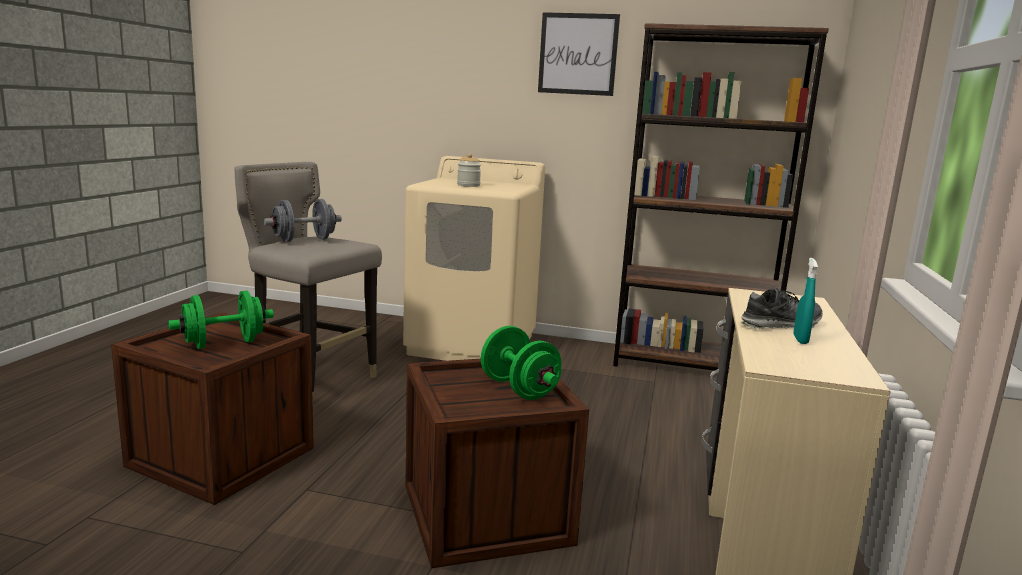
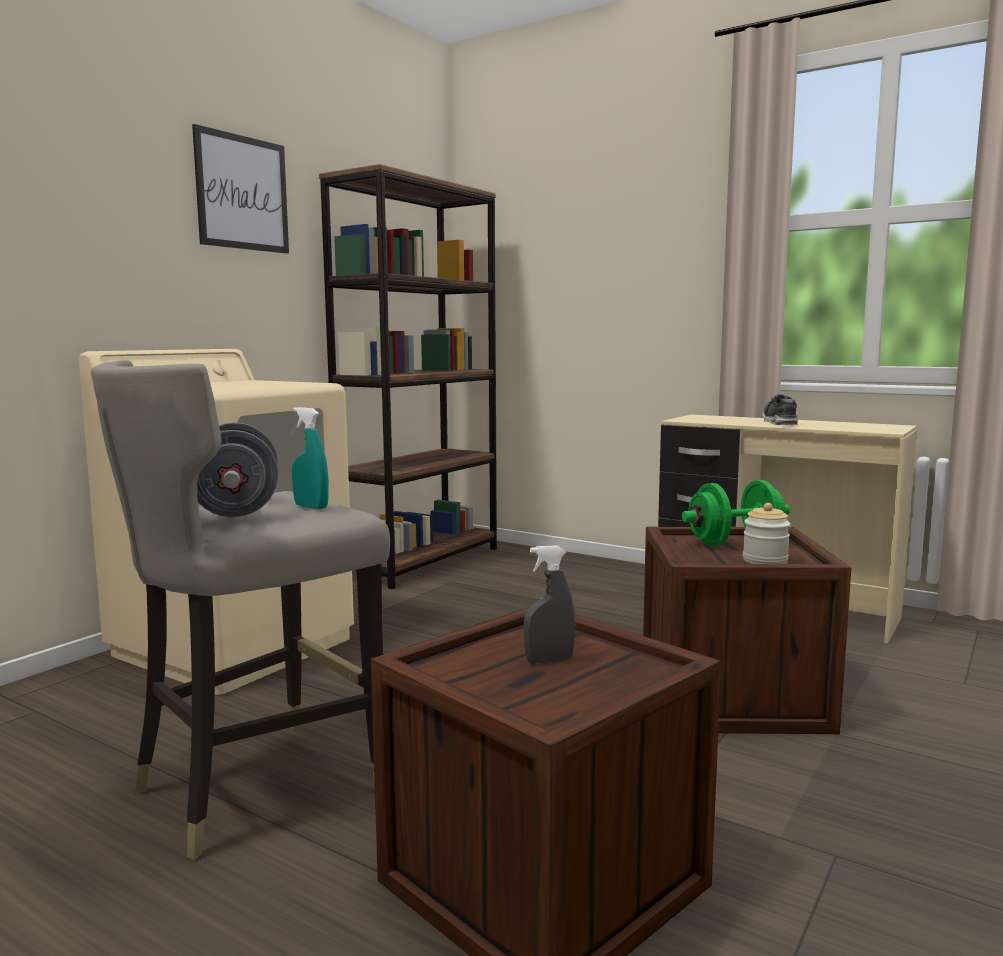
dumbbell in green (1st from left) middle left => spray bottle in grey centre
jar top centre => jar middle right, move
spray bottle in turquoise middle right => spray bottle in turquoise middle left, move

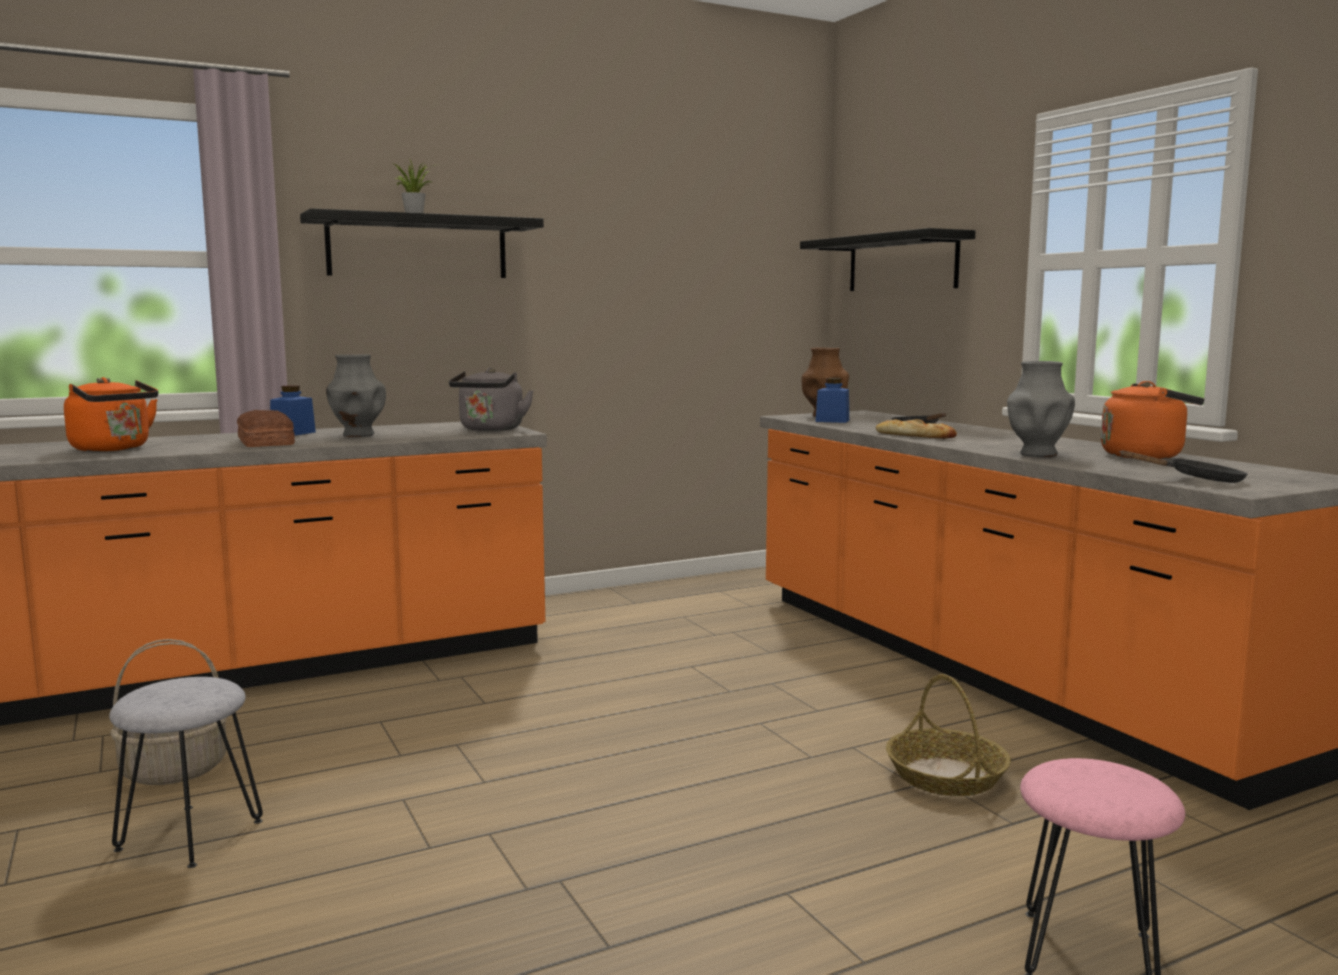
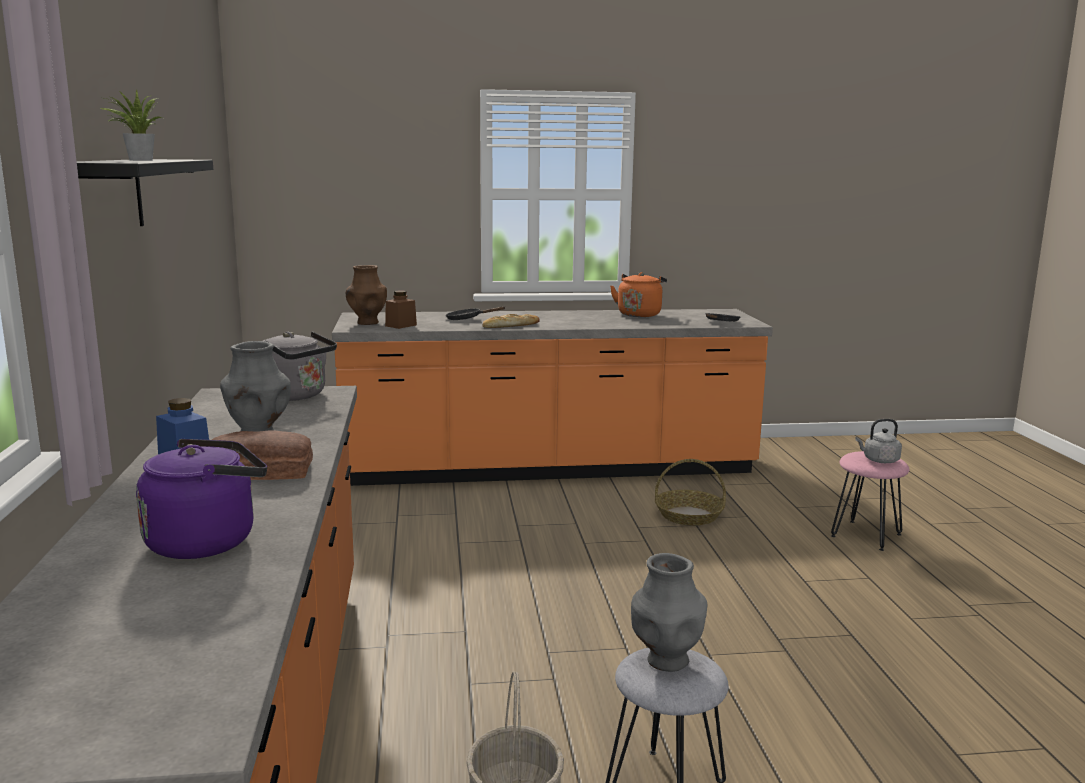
kettle in orange (1st from left) middle left => kettle in purple middle left
shelf in black (2nd from left) top centre => nothing
jar in blue (2nd from left) centre => jar in brown centre
vase in grey (2nd from left) middle right => vase in grey (2nd from left) bottom centre, move
nothing => kettle in grey (2nd from left) middle right

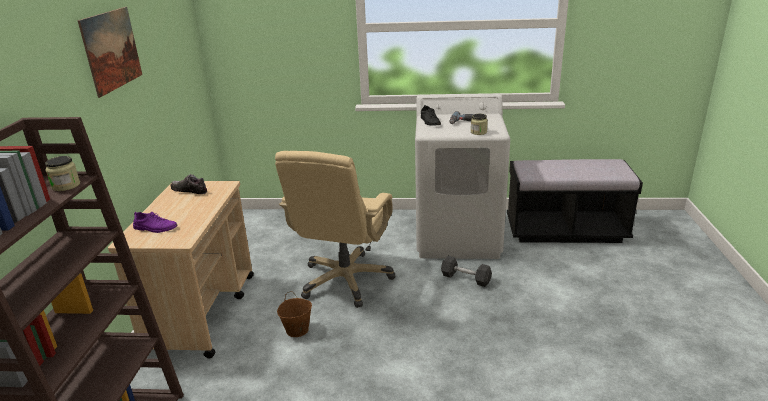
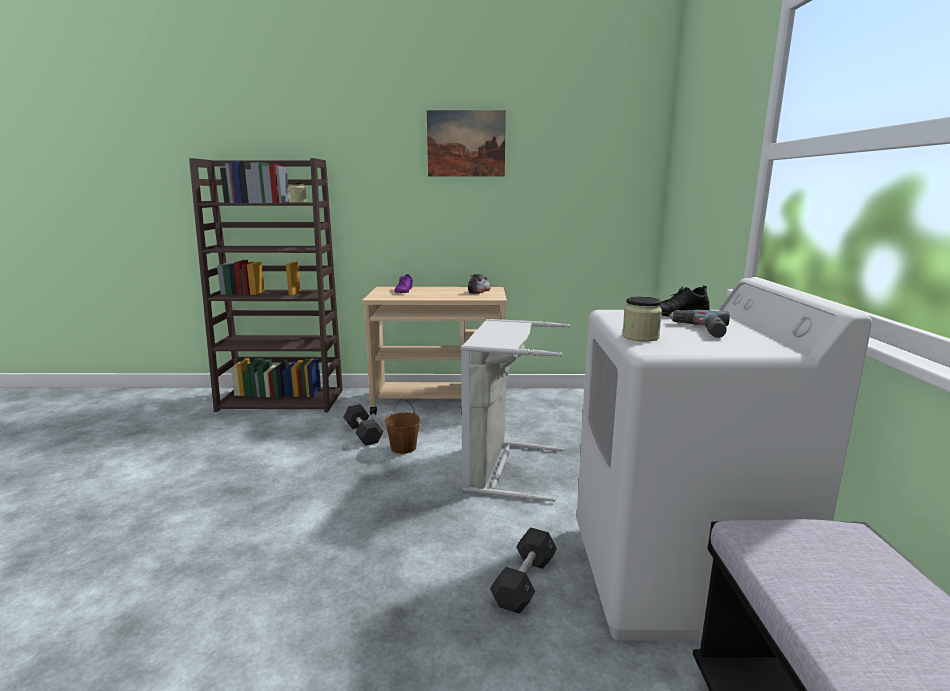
office chair in beige centre => laundry basket in grey centre
nothing => dumbbell in grey (1st from left) centre

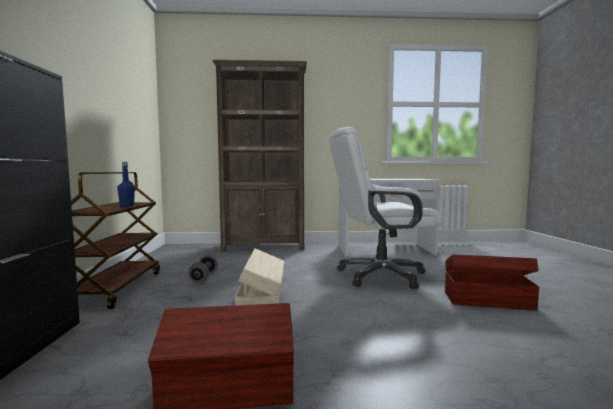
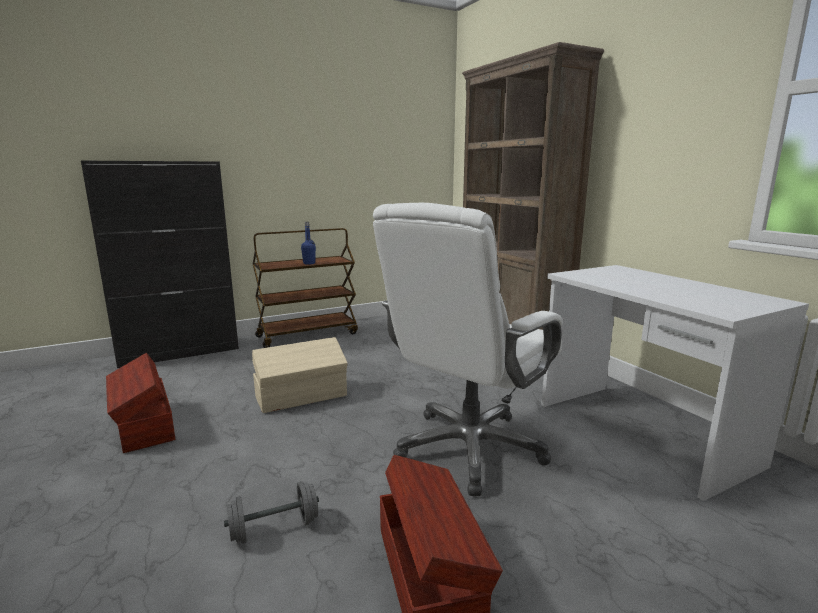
dumbbell in grey middle left => dumbbell in grey bottom left, move
office chair in white centre, 105 degrees counterclockwise

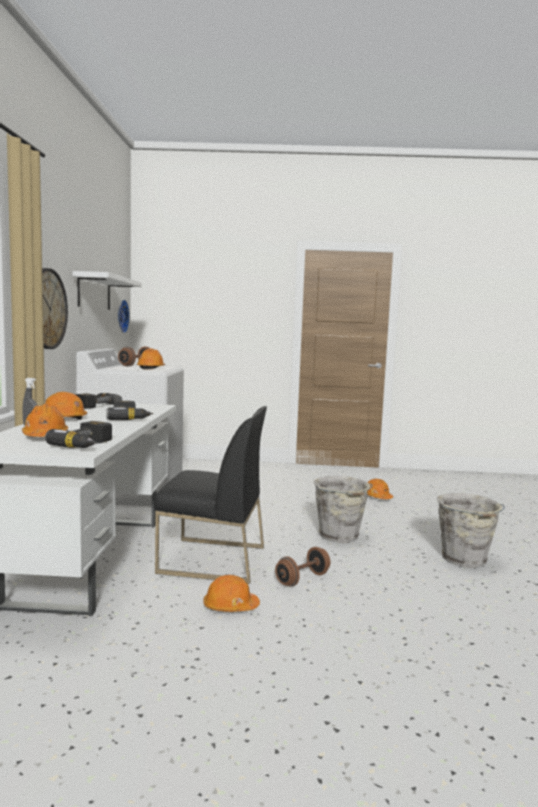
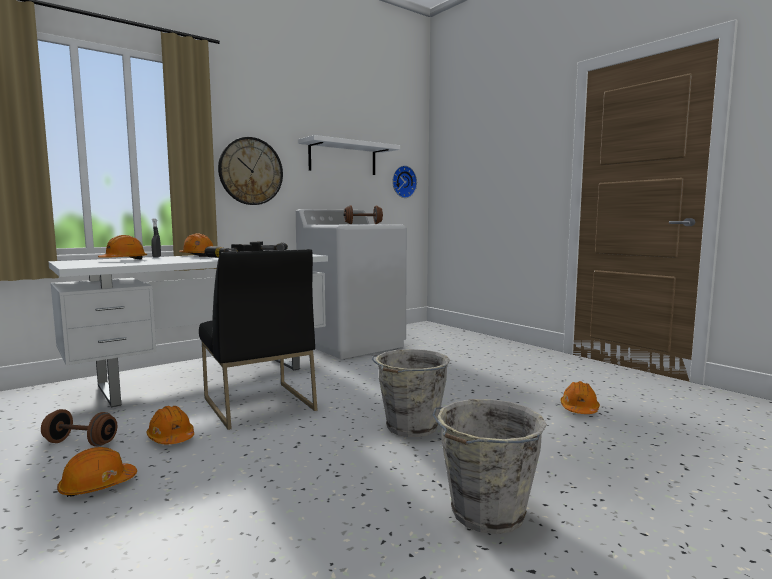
power drill (1st from left) middle left => nothing
hard hat in orange (3rd from left in the first image) middle left => hard hat in orange (1st from left) bottom left, move
dumbbell in brown (2nd from left in the first image) bottom centre => dumbbell in brown (1st from left) bottom left, move

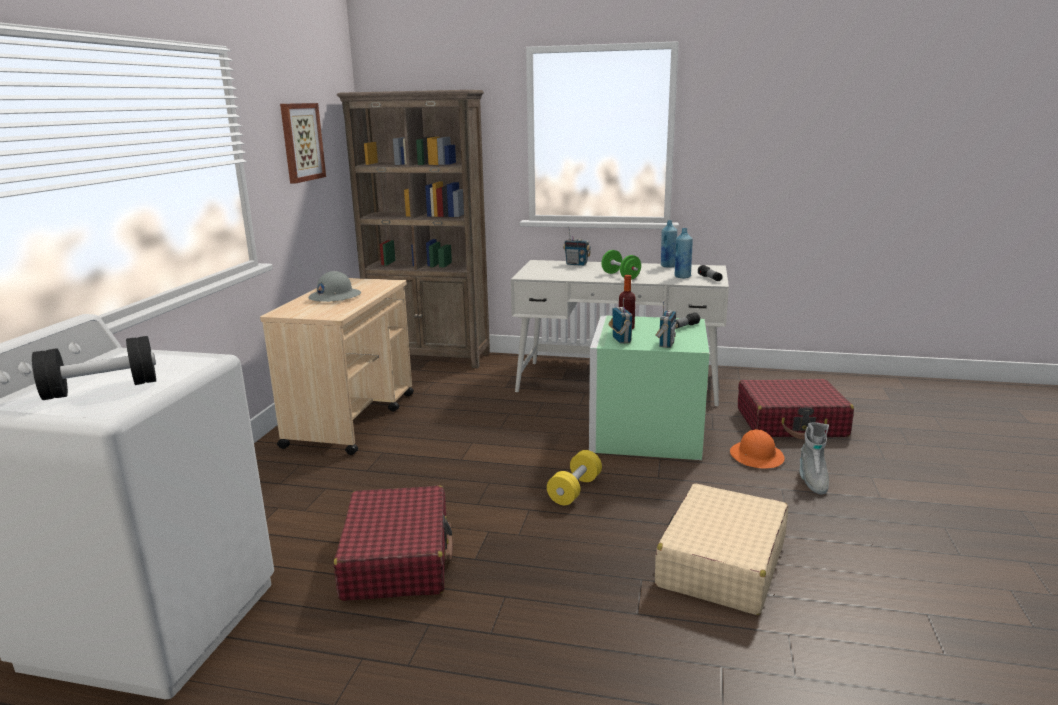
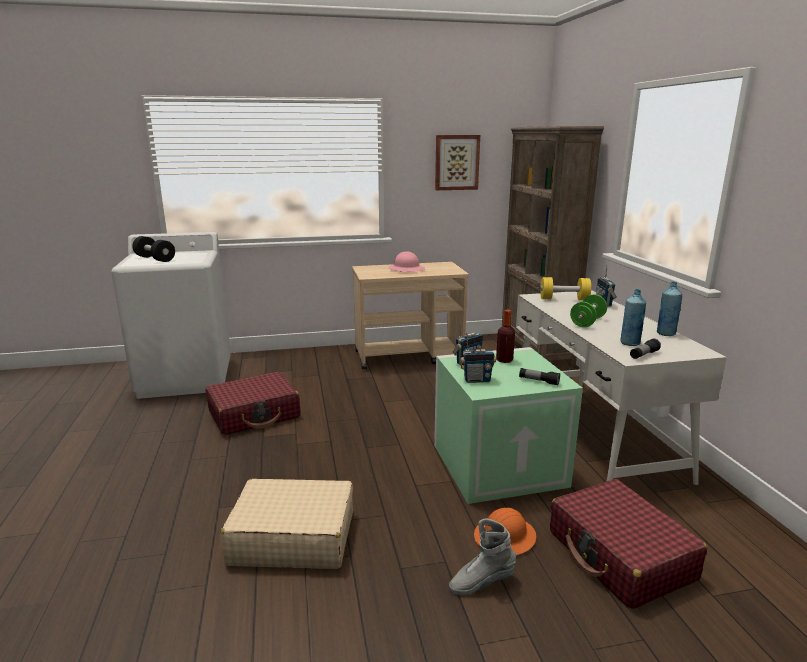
hard hat in grey middle left => hard hat in pink centre
dumbbell in yellow bottom centre => dumbbell in yellow middle right, move

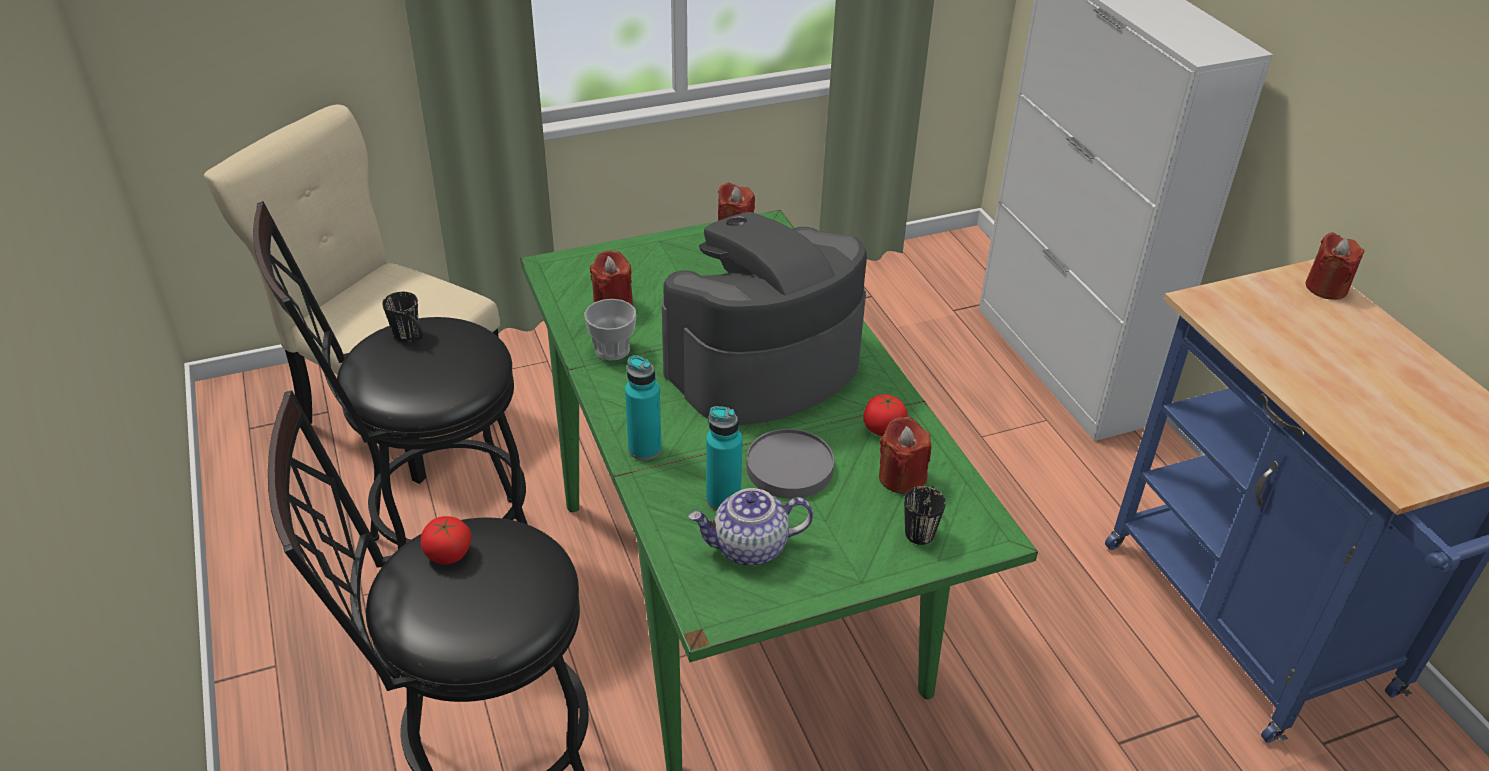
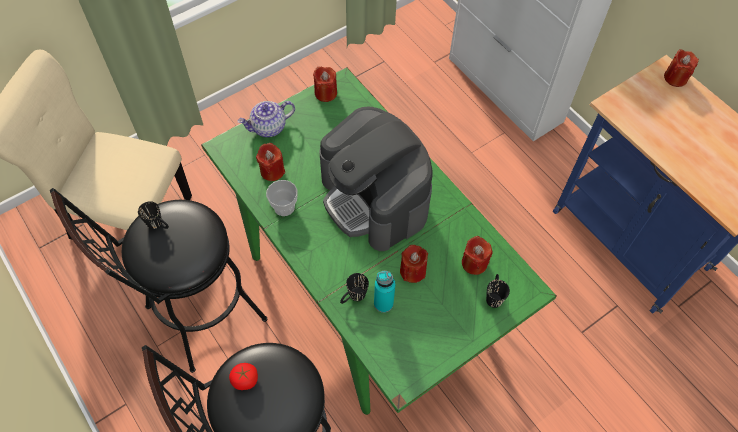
bottle in turquoise (1st from left) centre => nothing
coffee machine centre, 75 degrees counterclockwise
teapot bottom centre => teapot top centre, move
plate in grey centre => candle in red (3rd from left) centre
tomato (2nd from left) centre => nothing
nothing => mug in black (2nd from left) bottom centre

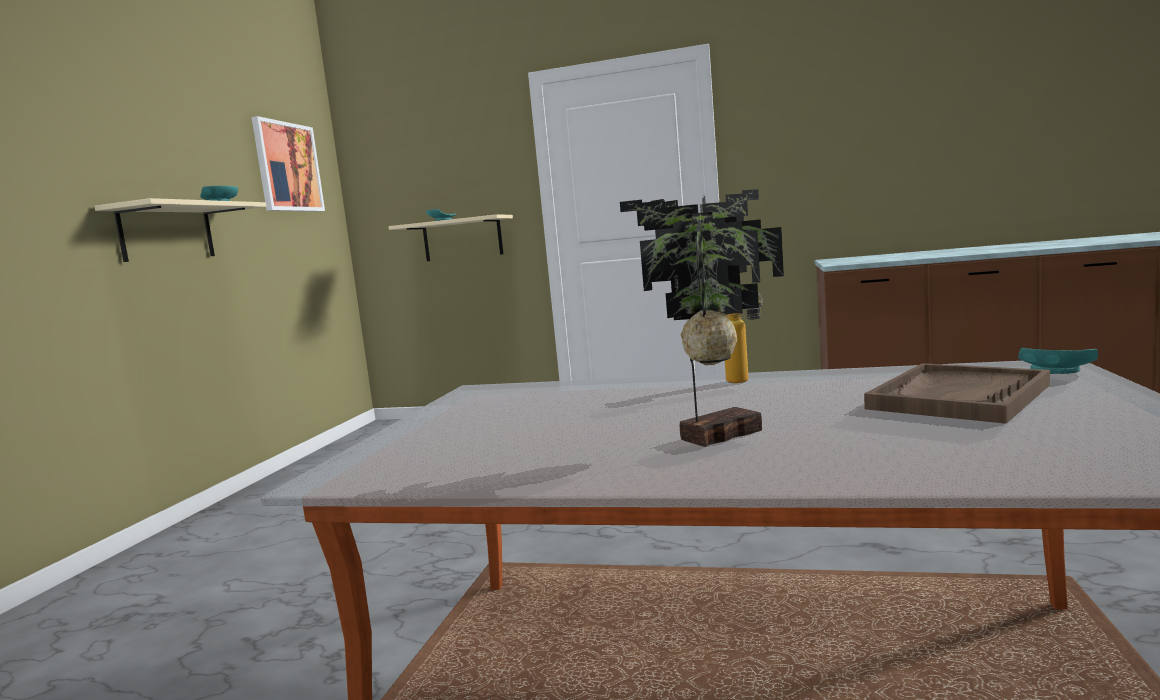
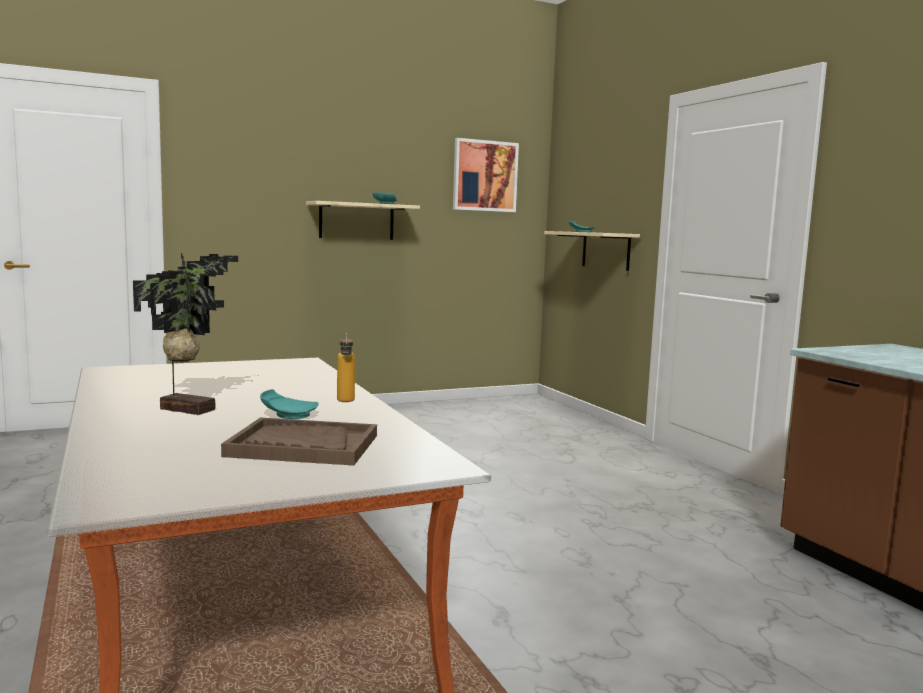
plate in turquoise (3rd from left in the first image) middle right => plate in turquoise (1st from left) middle left, move

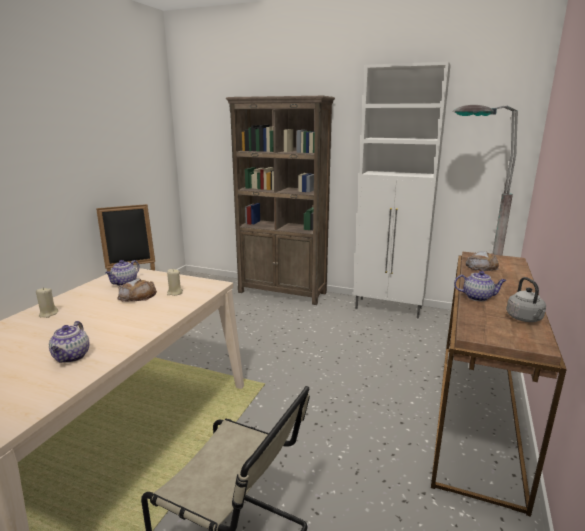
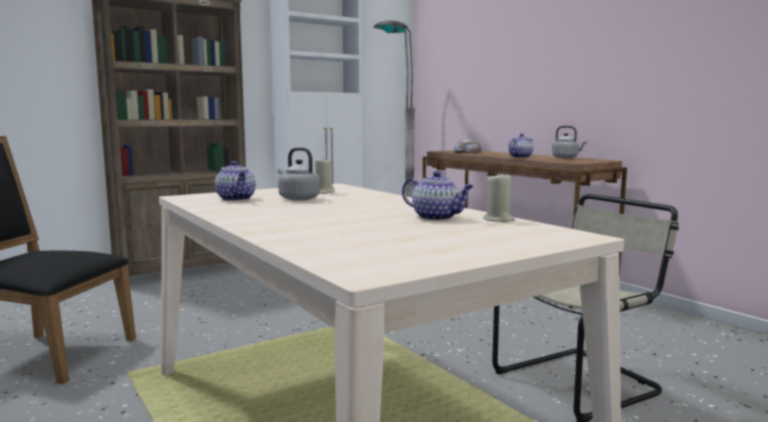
candle in beige (1st from left in the first image) middle left => candle in beige (2nd from left) centre, move
bread (1st from left) middle left => kettle in grey (1st from left) centre

